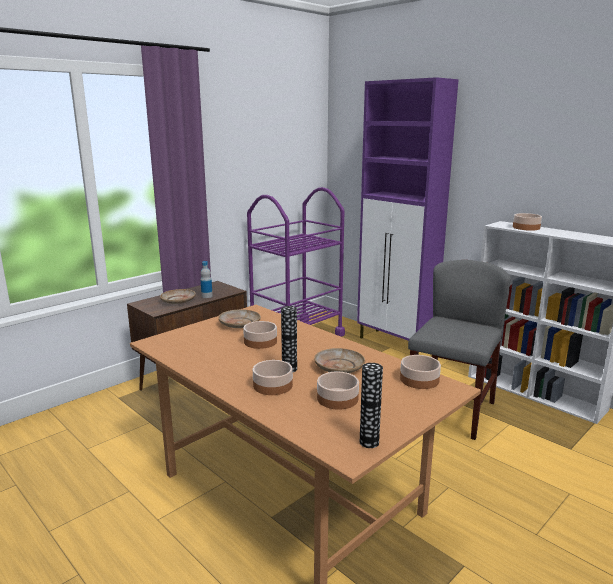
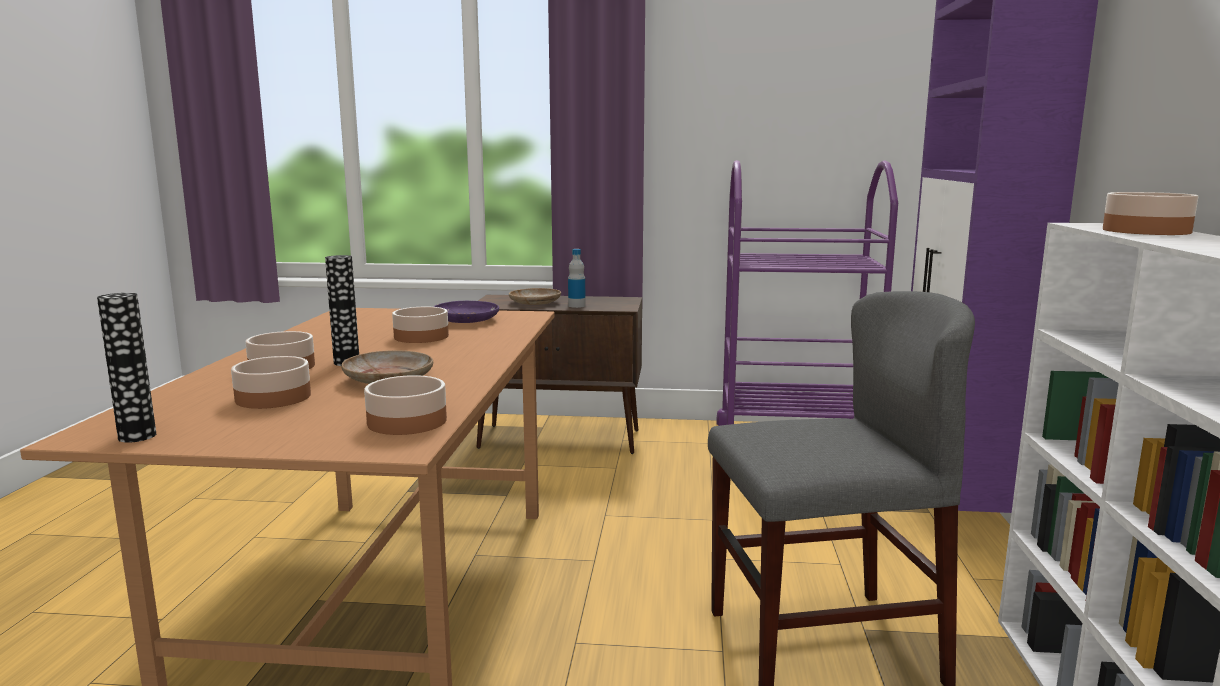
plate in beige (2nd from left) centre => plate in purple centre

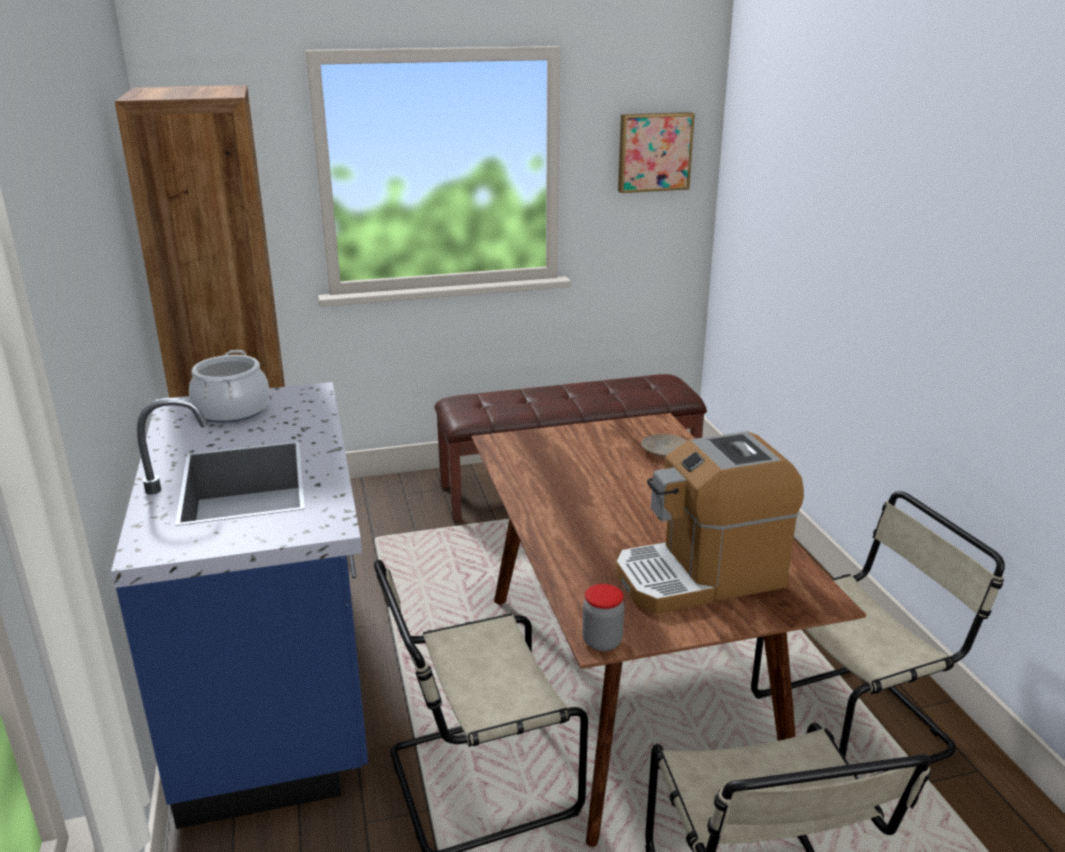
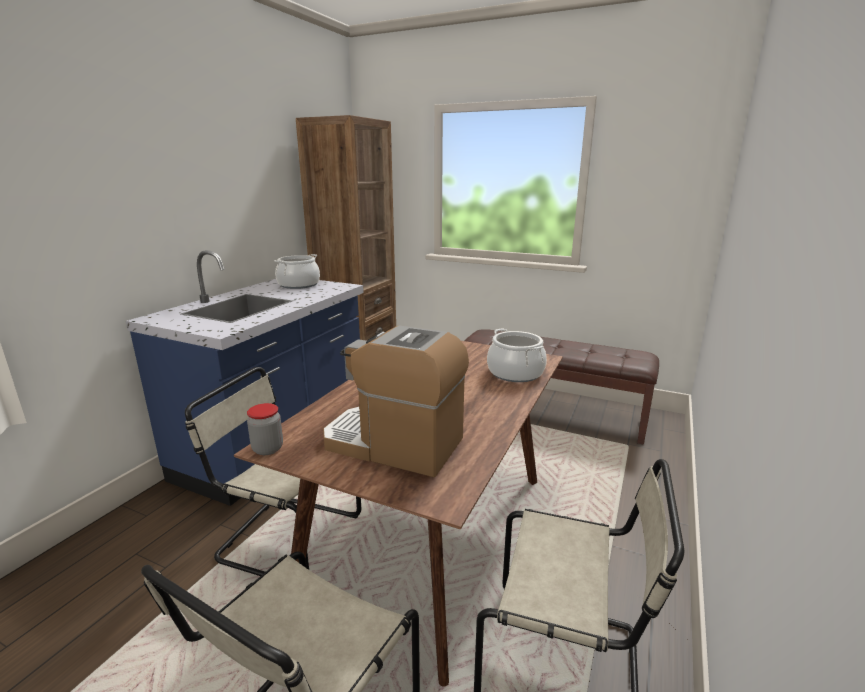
picture top centre => nothing
plate in beige centre => cooking pot (2nd from left) centre

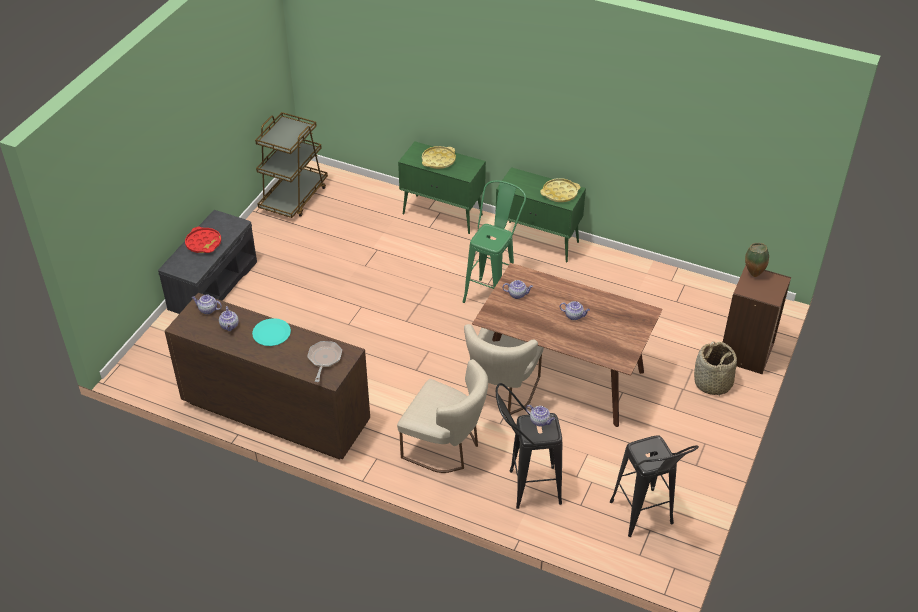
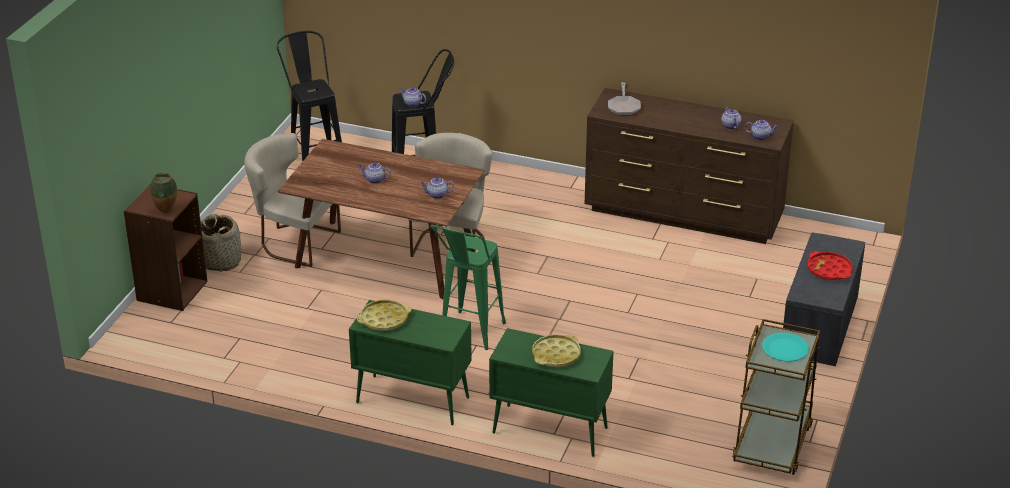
plate in turquoise middle left => plate in turquoise bottom right, move
chair in beige (1st from left) bottom centre => chair in beige (1st from left) middle left, move

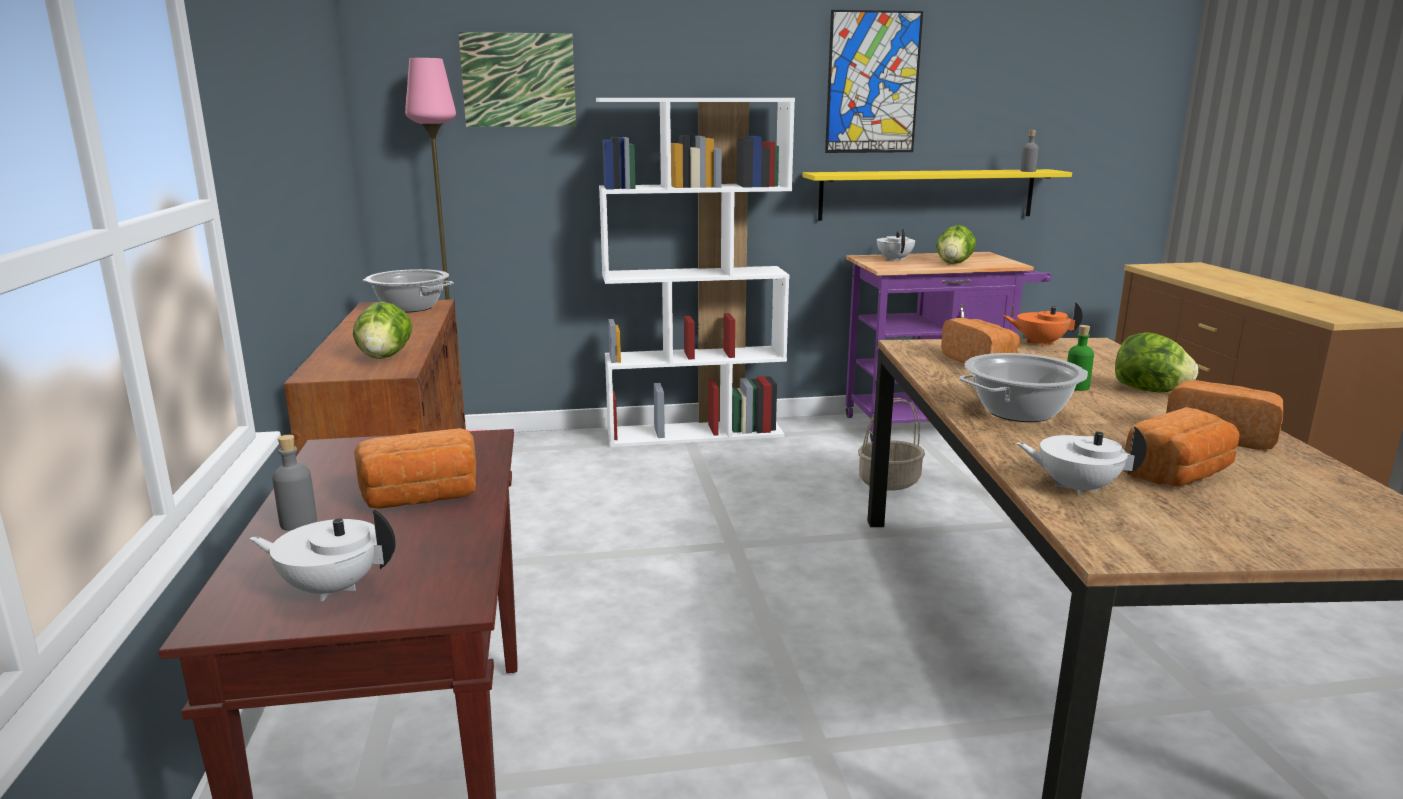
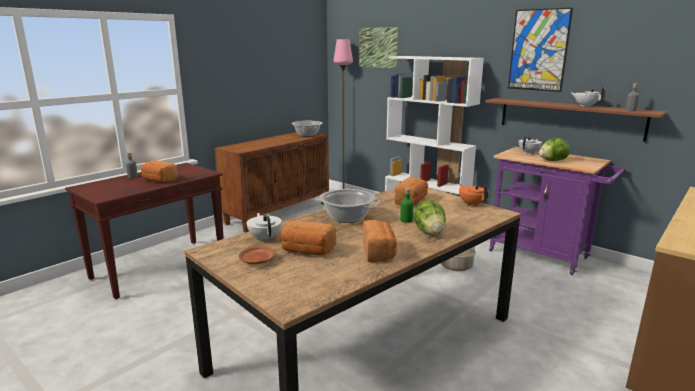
teapot in white (1st from left in the first image) bottom left => teapot in white (3rd from left) top right, move
lettuce (1st from left) middle left => nothing
shelf in yellow top right => shelf in brown top right
nothing => plate in brown centre

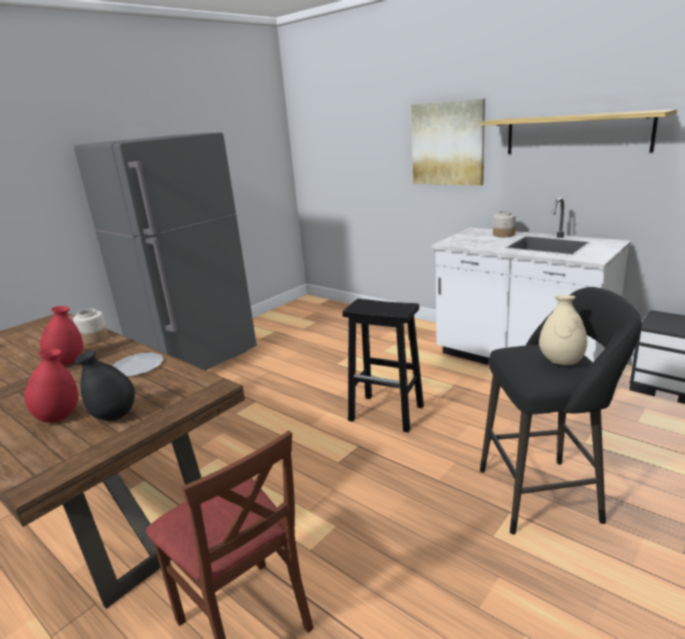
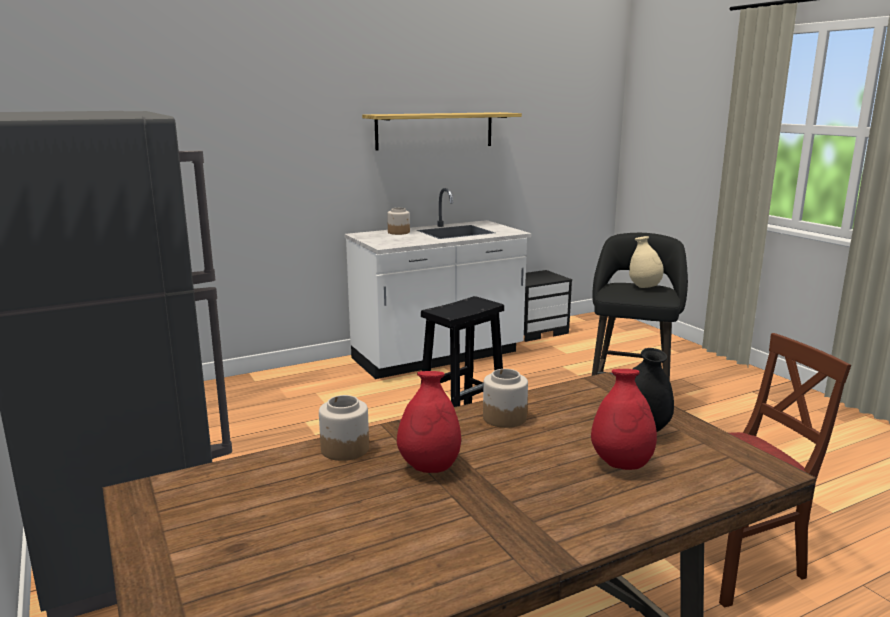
plate middle left => jar (3rd from left) centre
picture top centre => nothing

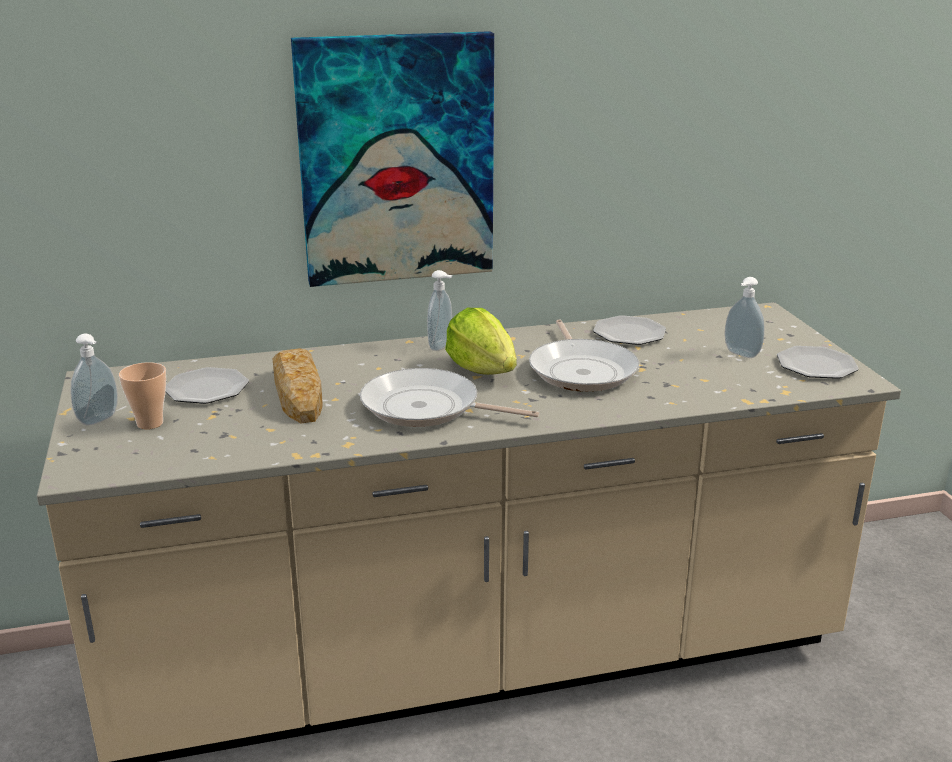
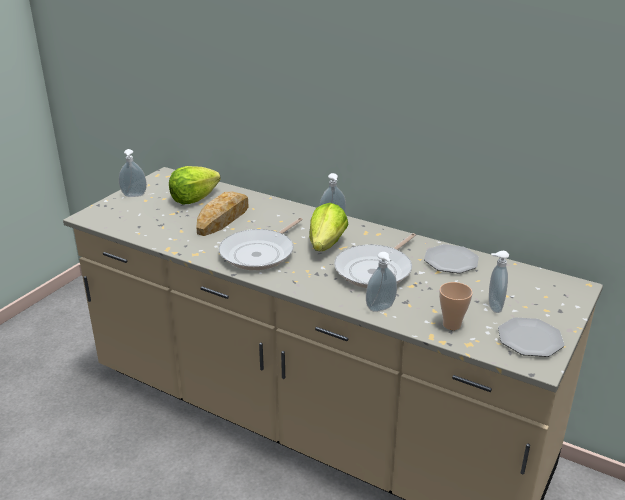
cup middle left => cup middle right, move
plate (1st from left) middle left => lettuce (1st from left) middle left
picture top centre => nothing
frying pan (1st from left) centre, 120 degrees counterclockwise
nothing => soap dispenser (3rd from left) centre

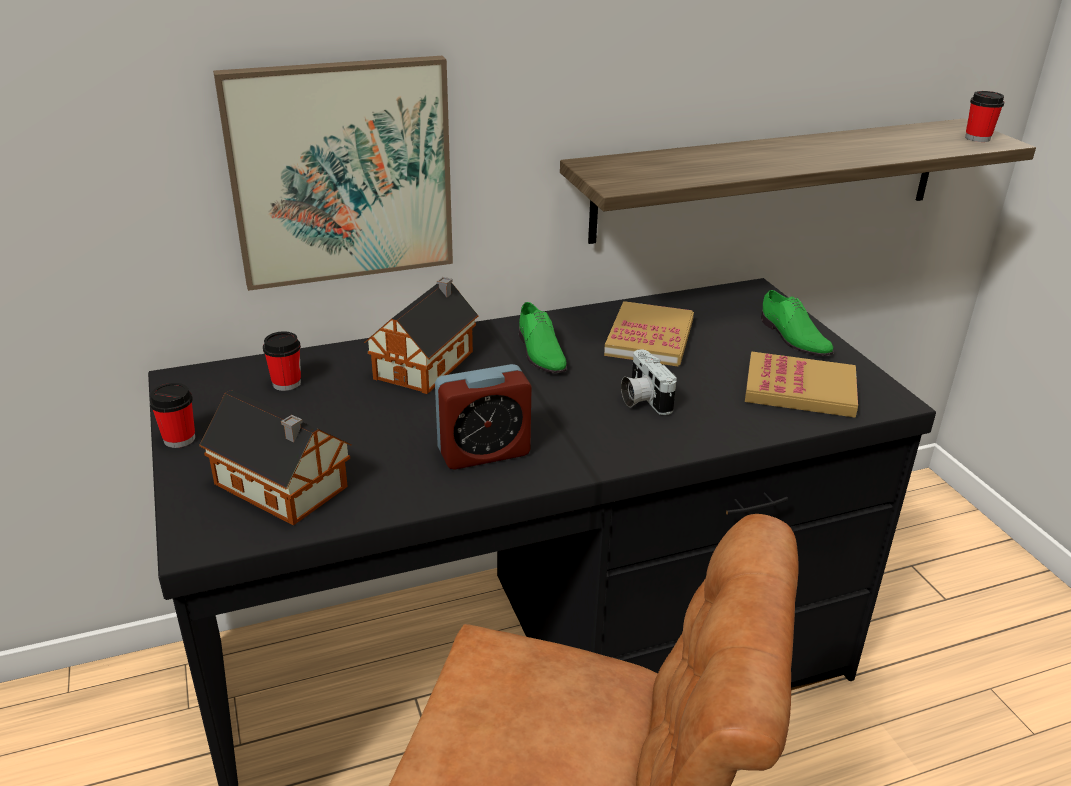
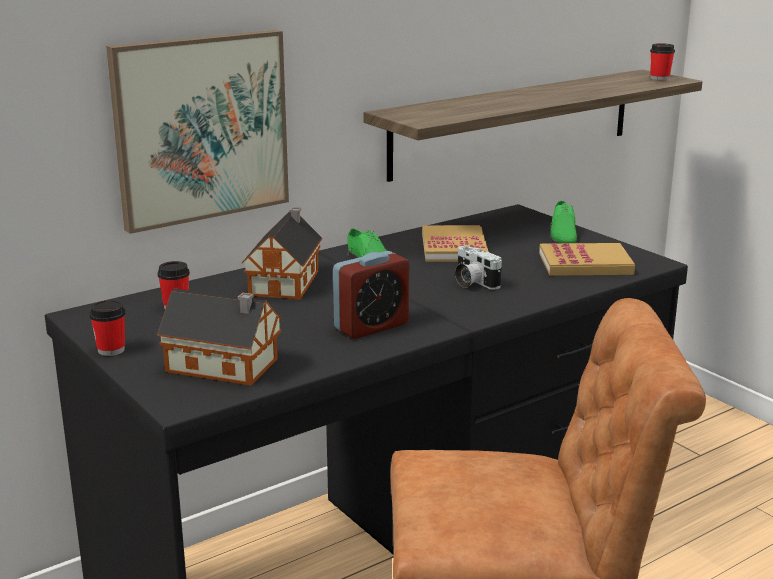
shoe in green (2nd from left) middle right, 45 degrees clockwise

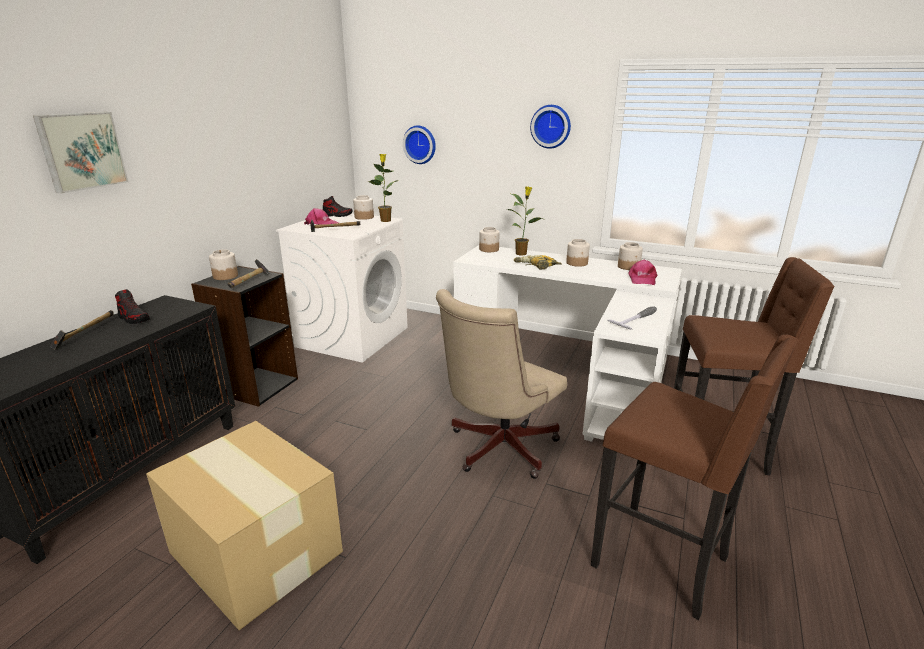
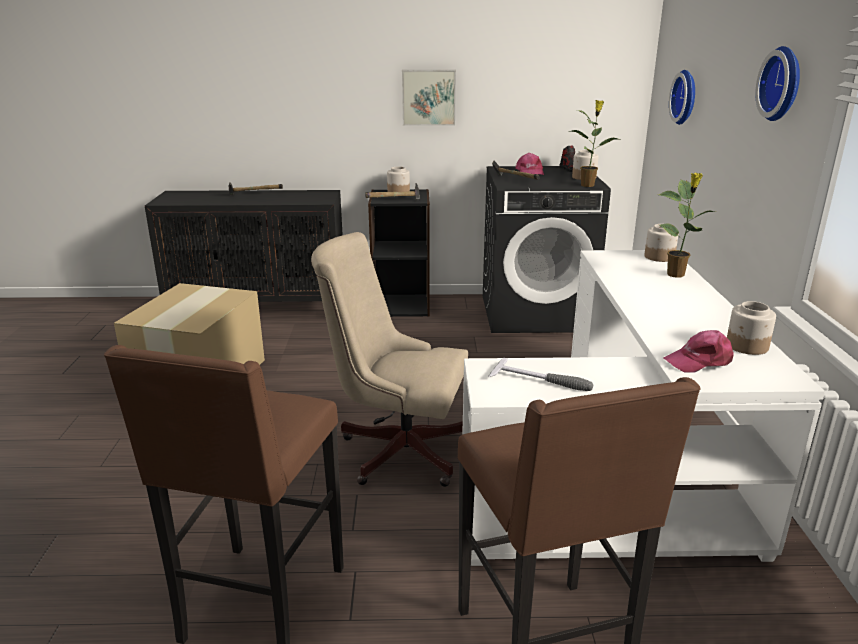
picture top left => picture top centre, move
shoe (1st from left) middle left => nothing
washing machine in white centre => washing machine in black centre
power drill centre => nothing
jar (4th from left) centre => nothing

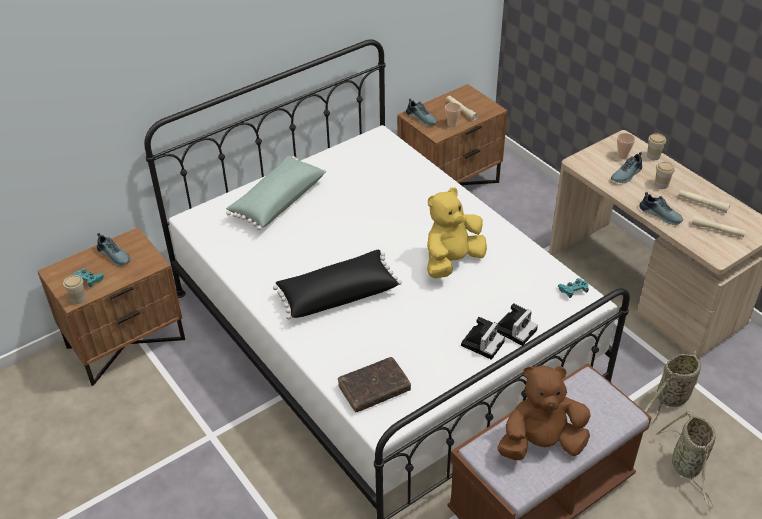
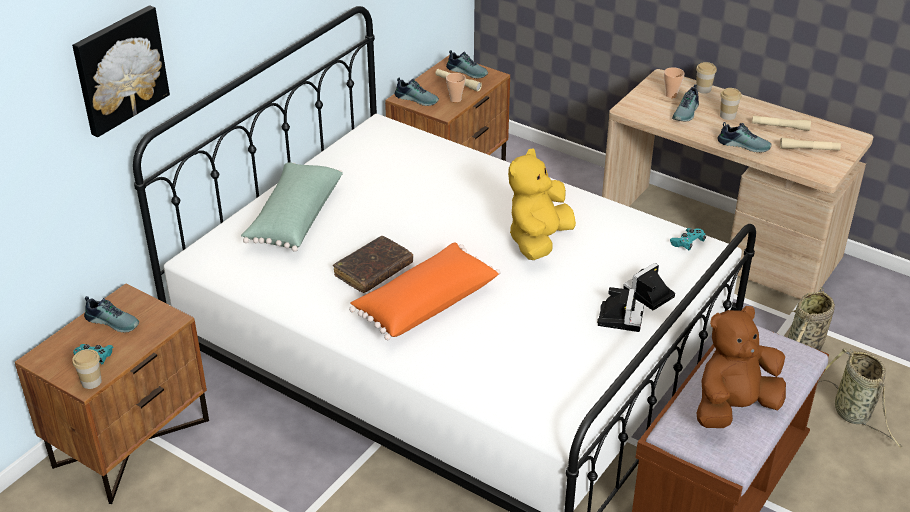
pillow in black centre => pillow in orange centre
book in brown bottom centre => book in brown centre, move
photo camera (2nd from left) middle right, 150 degrees counterclockwise
nothing => picture top left
nothing => shoe (3rd from left) top centre

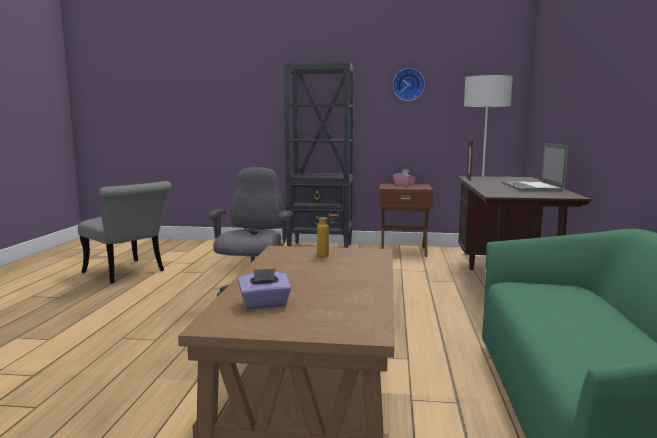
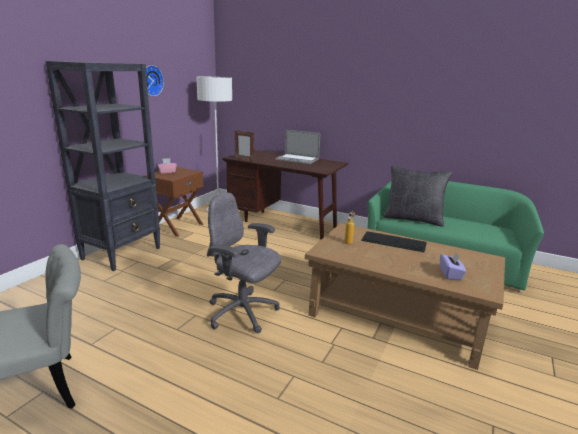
nothing => keyboard middle right
nothing => pillow in black middle right

